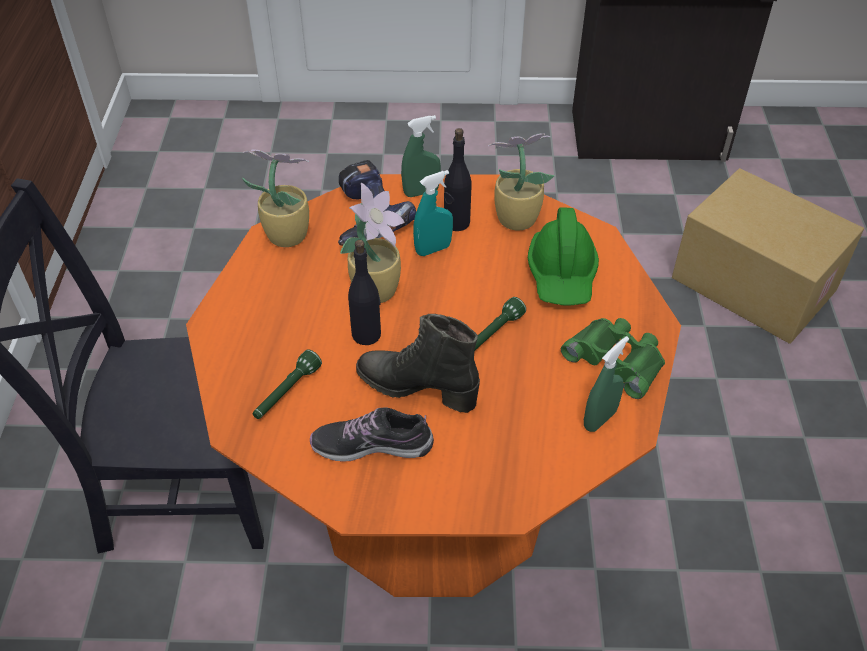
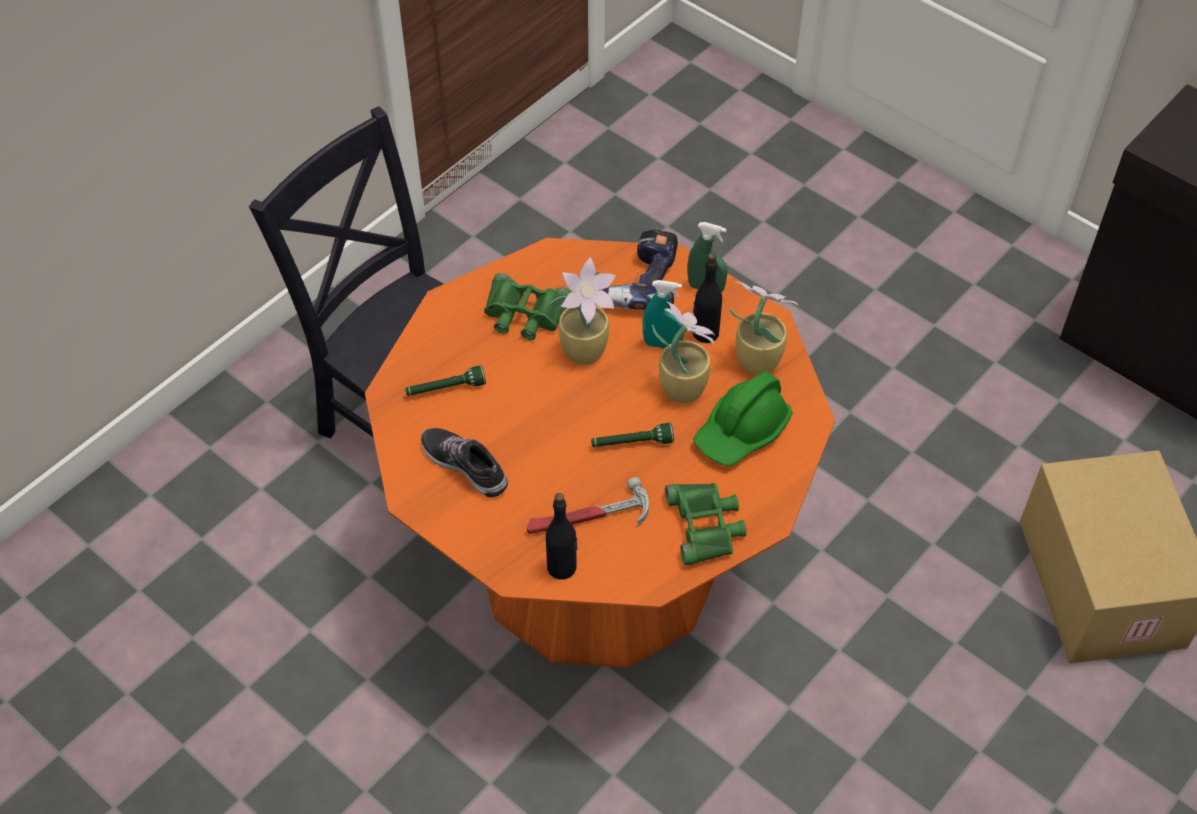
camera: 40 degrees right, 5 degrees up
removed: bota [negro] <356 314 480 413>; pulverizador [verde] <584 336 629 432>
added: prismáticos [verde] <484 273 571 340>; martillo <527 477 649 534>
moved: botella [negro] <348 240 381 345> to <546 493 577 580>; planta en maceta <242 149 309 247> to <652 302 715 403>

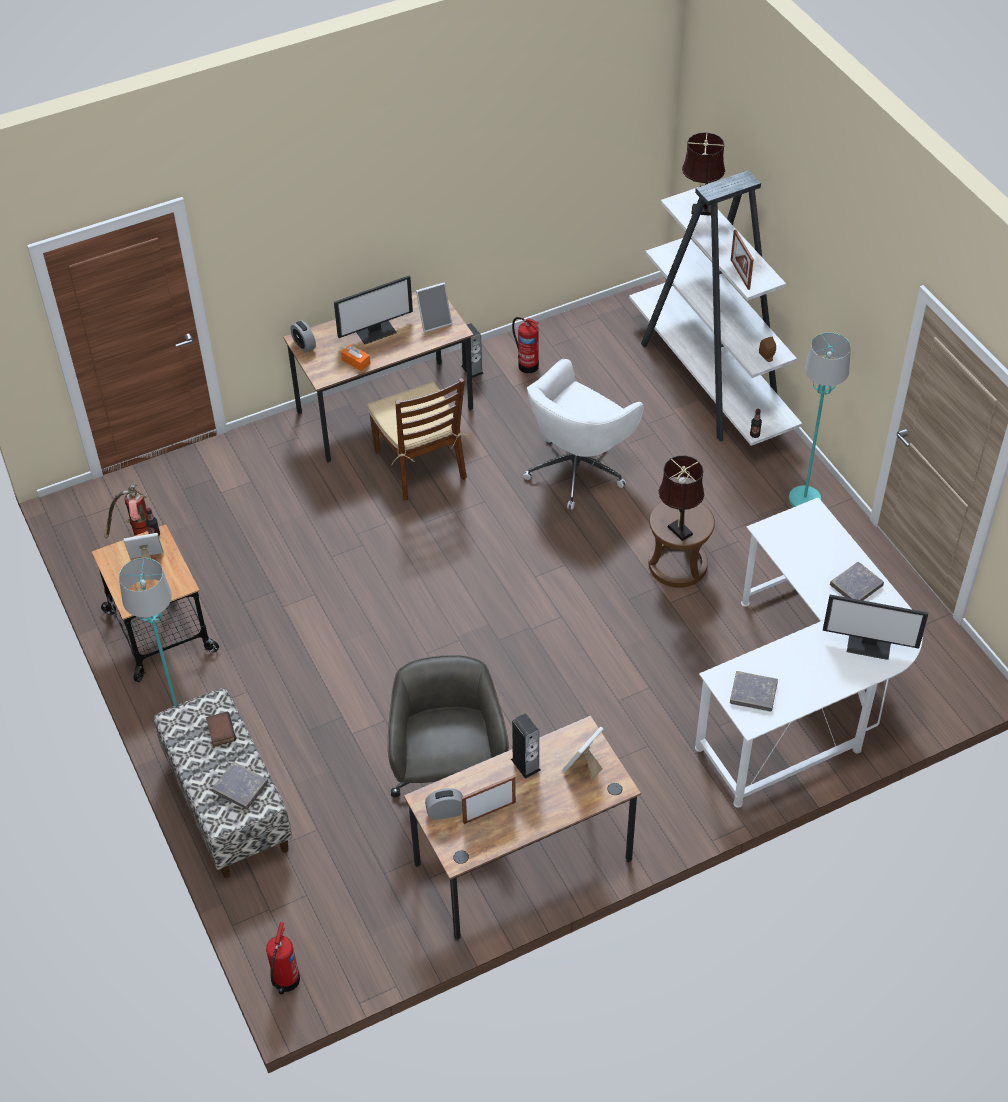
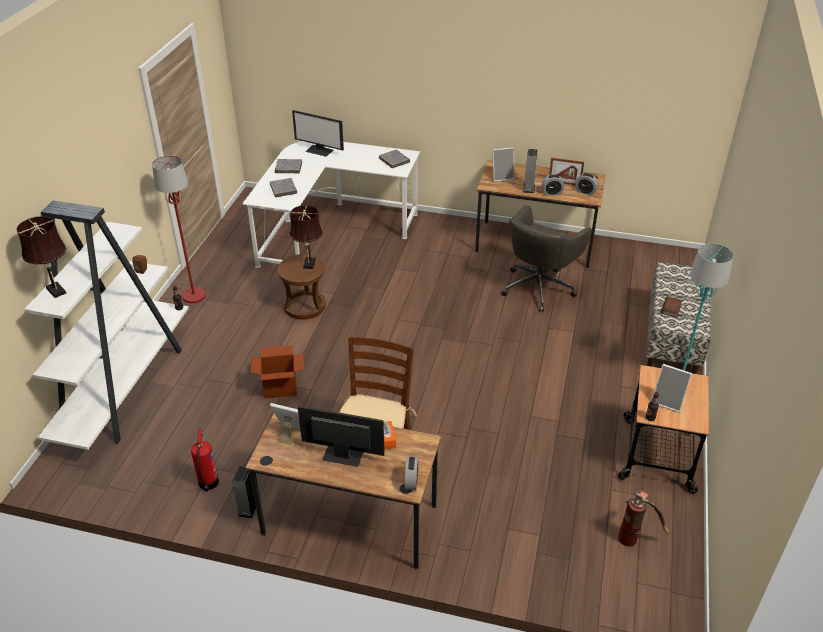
camera: 140 degrees left, 10 degrees down
removed: extintor <266 922 300 995>; portarretratos <731 229 754 290>
added: despertador <542 174 565 195>
moved: libro [gris] <212 762 268 809> to <270 178 297 197>
replaced: silla de oficina [blanco] <523 359 644 510> to caja de cartón <251 345 304 399>
recoloured: lámpara de pie [turquesa] <789 332 851 507> to lámpara de pie [rojo] <152 155 206 303>
turned: monitor <823 595 928 660> = <292 110 344 157> 150 degrees clockwise

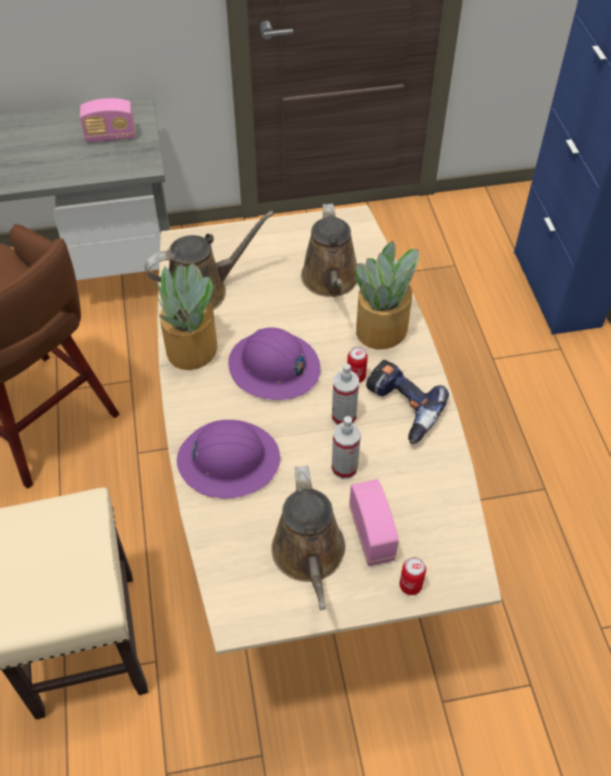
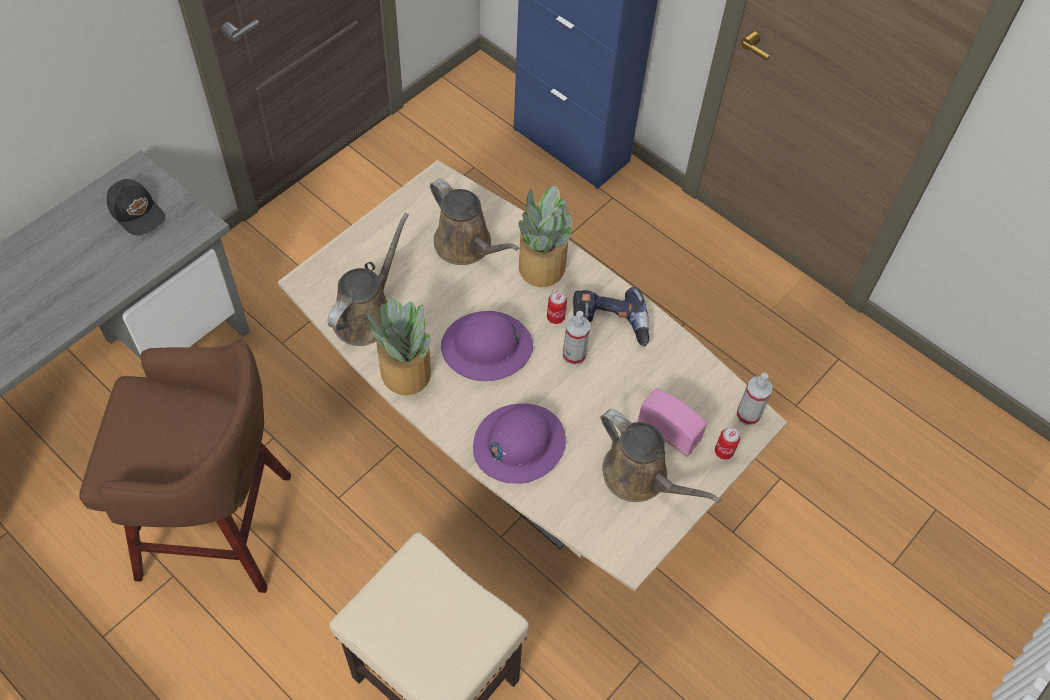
camera: 40 degrees left, 5 degrees up
moved: pulverizador <332 416 361 479> to <736 373 773 425>
replaced: radio <80 98 135 142> to gorra [negro] <107 179 165 236>

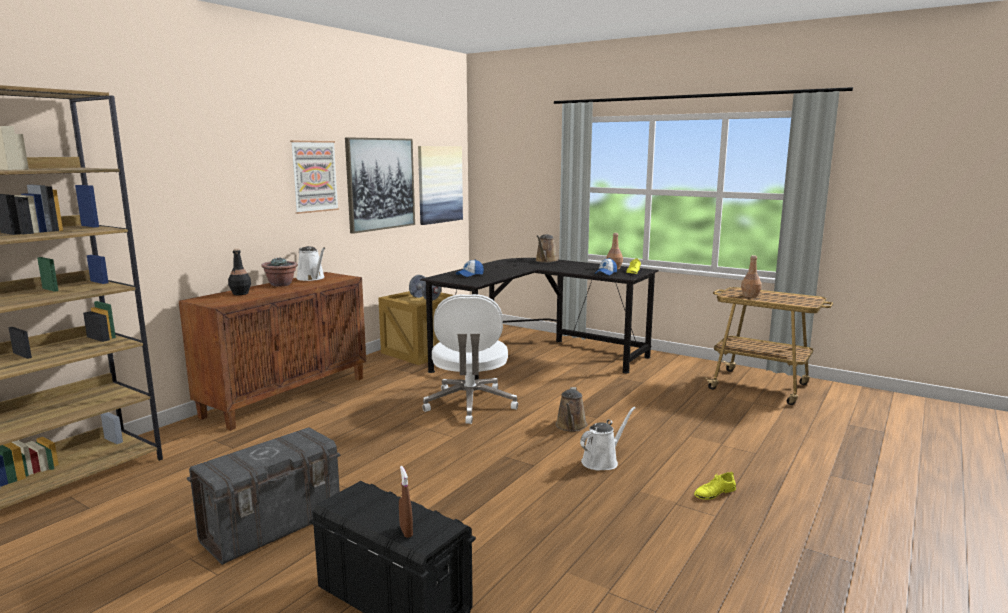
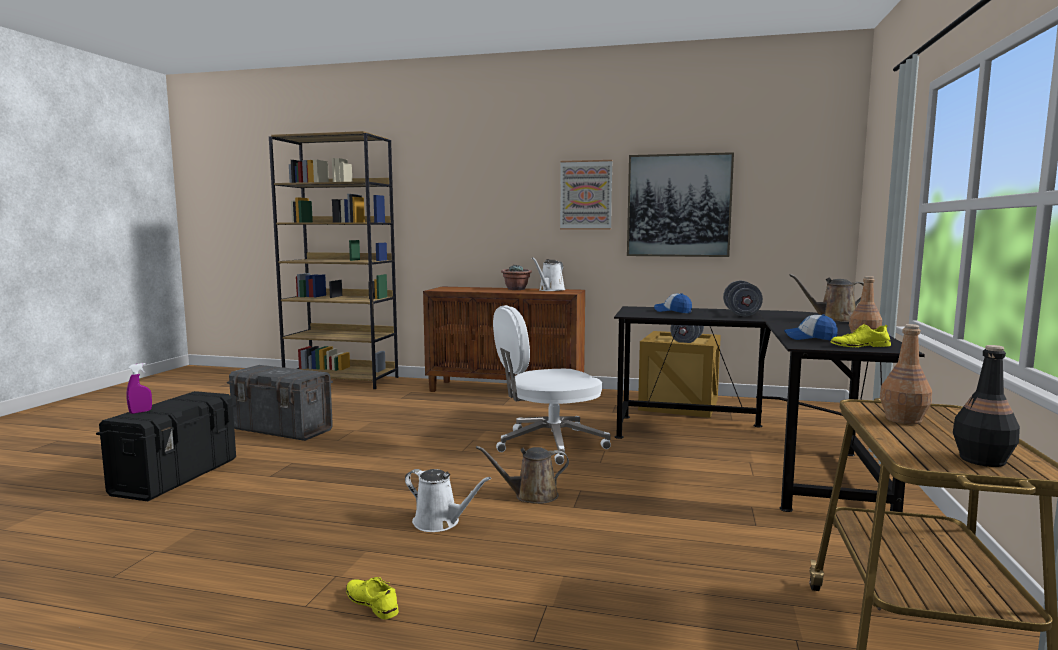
camera: 70 degrees right, 5 degrees down
removed: cuadro <418 146 463 225>
added: mancuerna [gris] <723 281 763 316>
moved: botella [negro] <228 249 251 295> to <953 345 1020 467>
recoloured: pulverizador [marrón] <399 466 413 538> to pulverizador [morado] <127 363 152 414>

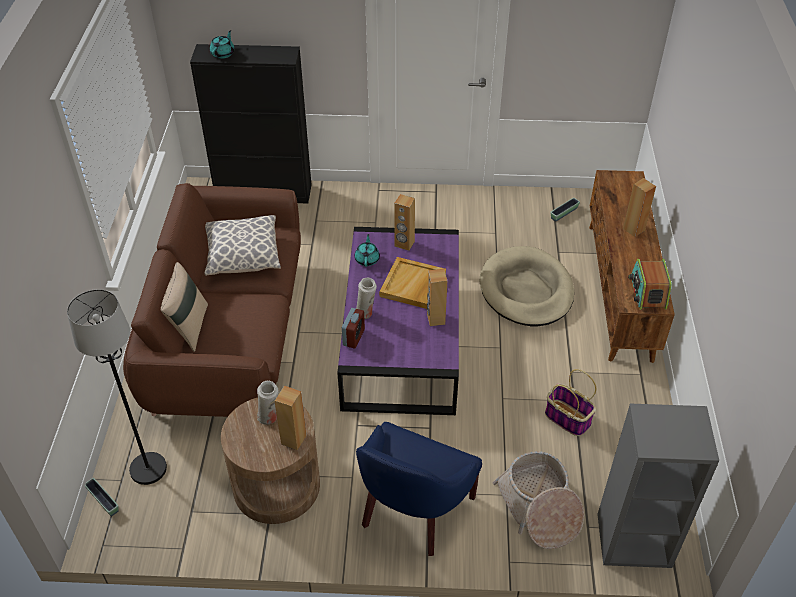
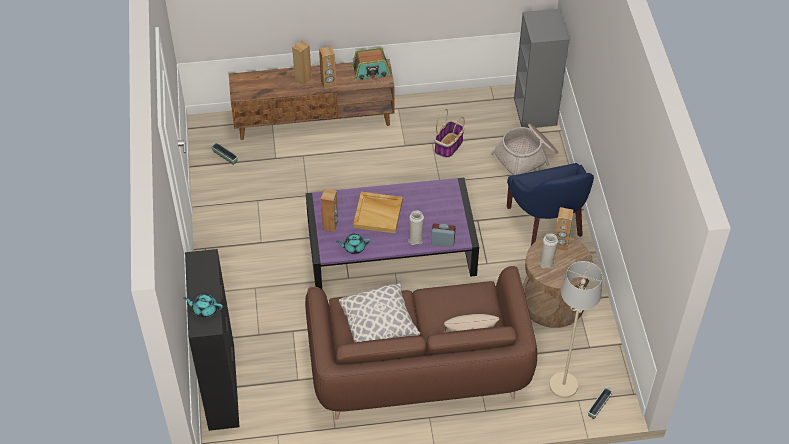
camera: 100 degrees left, 5 degrees up
removed: cama para perro [beis] <480 246 574 326>
moved: altavoz [marrón] <427 269 447 326> to <319 46 336 89>
recoloured: lámpara de pie [negro] <67 289 167 485> to lámpara de pie [beis] <549 261 603 398>
turned: sillón [azul] <356 422 482 556> = <507 163 594 245> 60 degrees clockwise

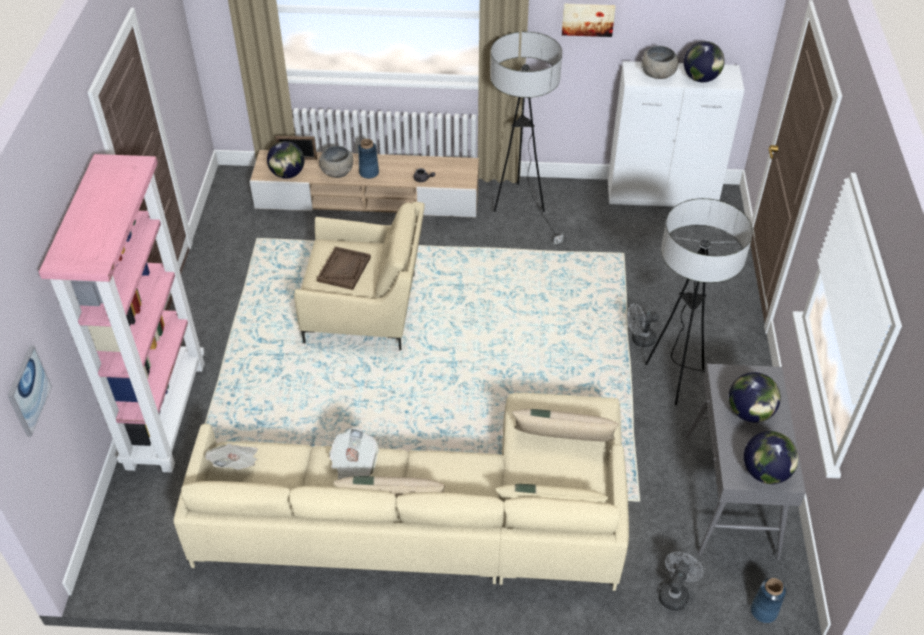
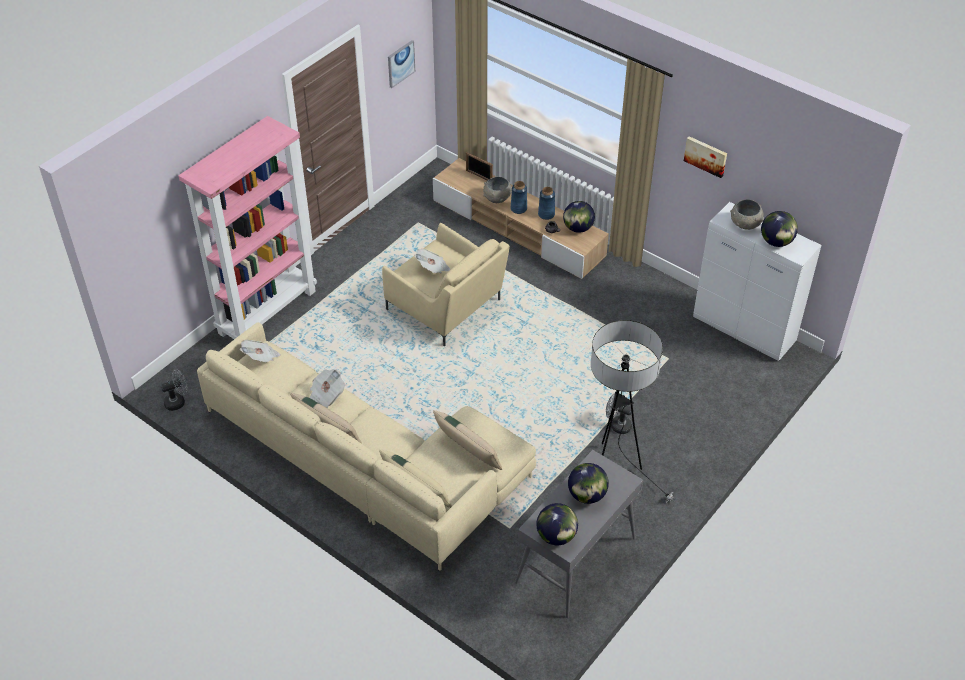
camera: 35 degrees right, 0 degrees up
removed: lámpara de pie <490 31 564 244>
moved: ventilador [gris] <659 552 704 611> to <160 369 188 411>; cuadro <7 345 52 437> to <388 40 415 88>; florero [azul] <751 578 786 623> to <538 187 555 220>; globo terráqueo <267 141 304 179> to <563 201 595 233>
replaced: bandeja [marrón] <317 246 371 290> to periódico <414 249 451 273>

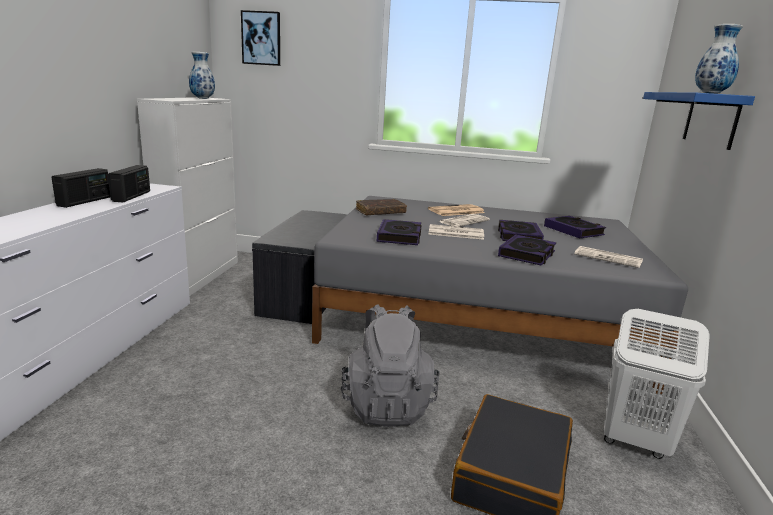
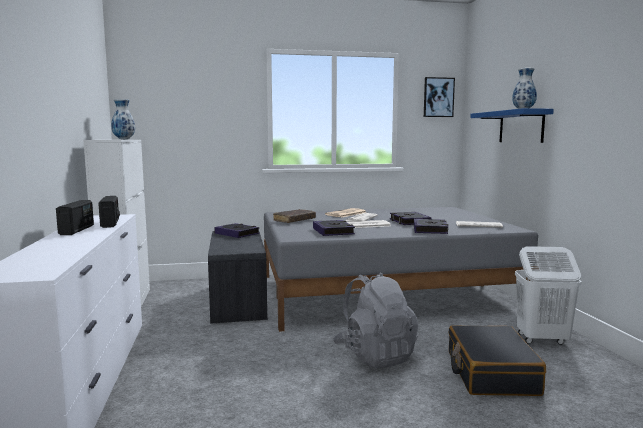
camera: 20 degrees left, 10 degrees down
moved: libro <544 216 606 238> to <214 223 260 238>; cuadro <241 10 280 66> to <424 77 455 117>

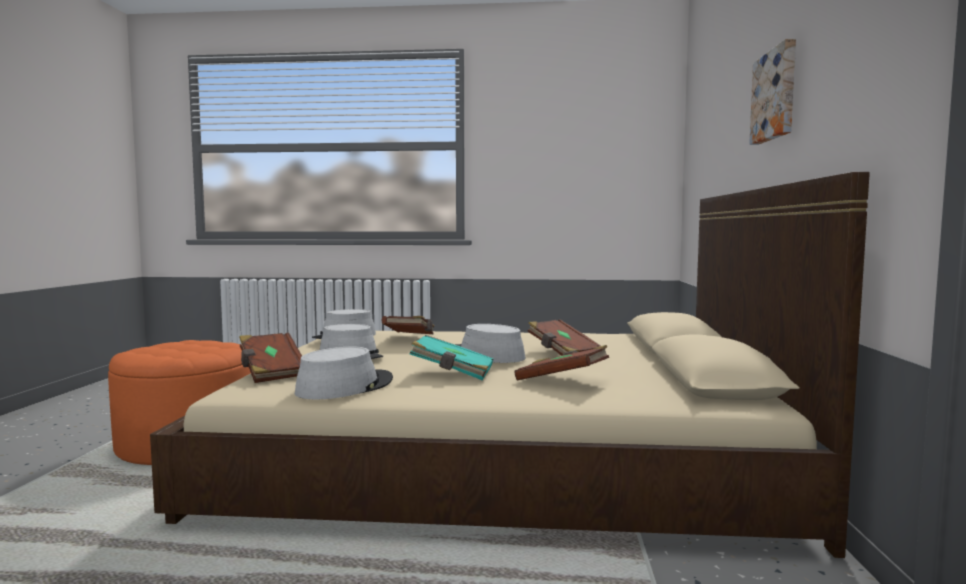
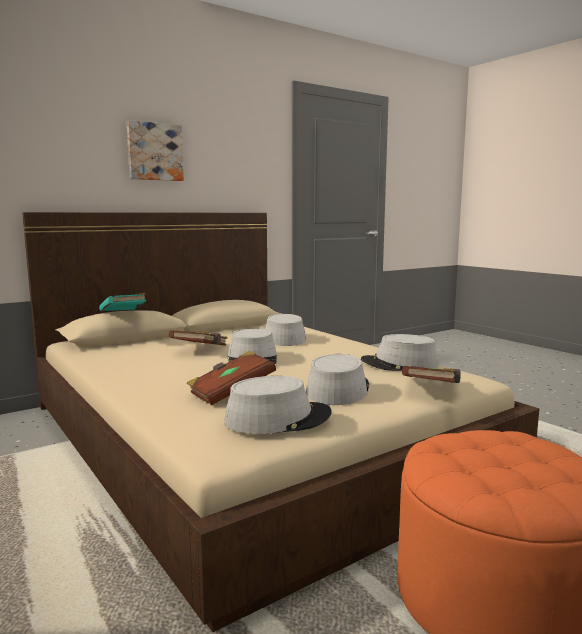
camera: 130 degrees left, 5 degrees up
moved: libro [turquesa] <410 335 494 380> to <99 293 146 311>
replaced: libro [marrón] <515 345 609 380> to sombrero [gris] <265 314 306 346>

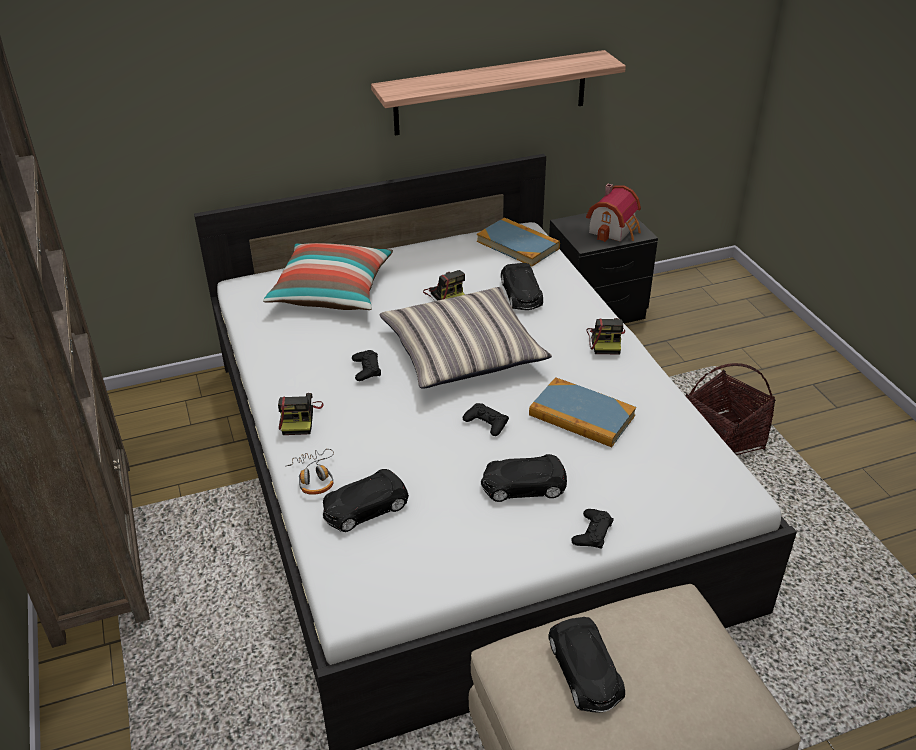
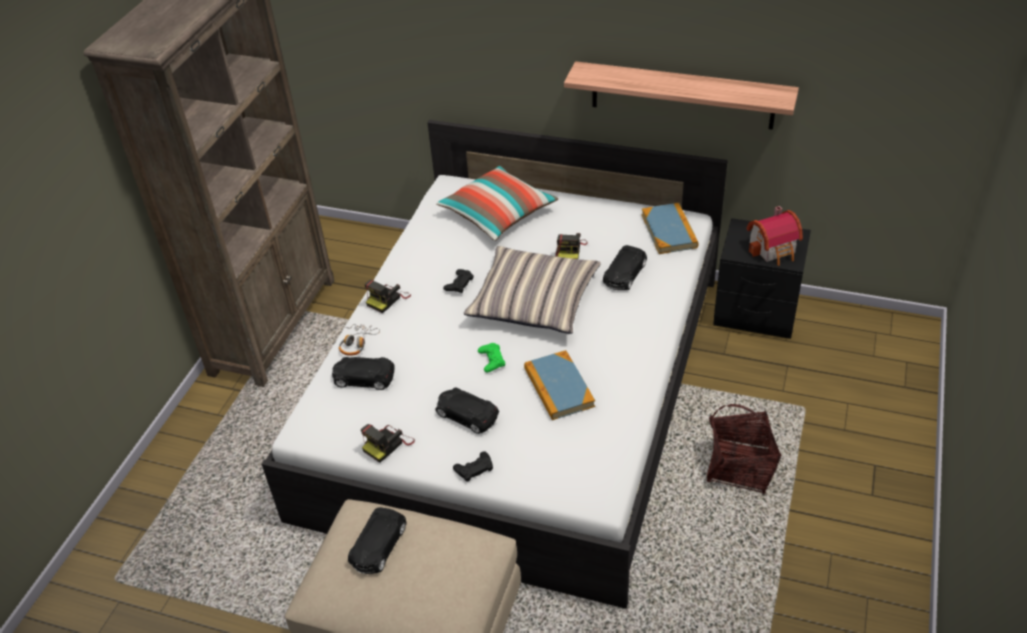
camera: 40 degrees right, 5 degrees up
moved: cámara <587 318 625 355> to <361 424 415 463>
recoloured: mando de consola [negro] <463 403 509 436> to mando de consola [verde] <478 343 505 372>

